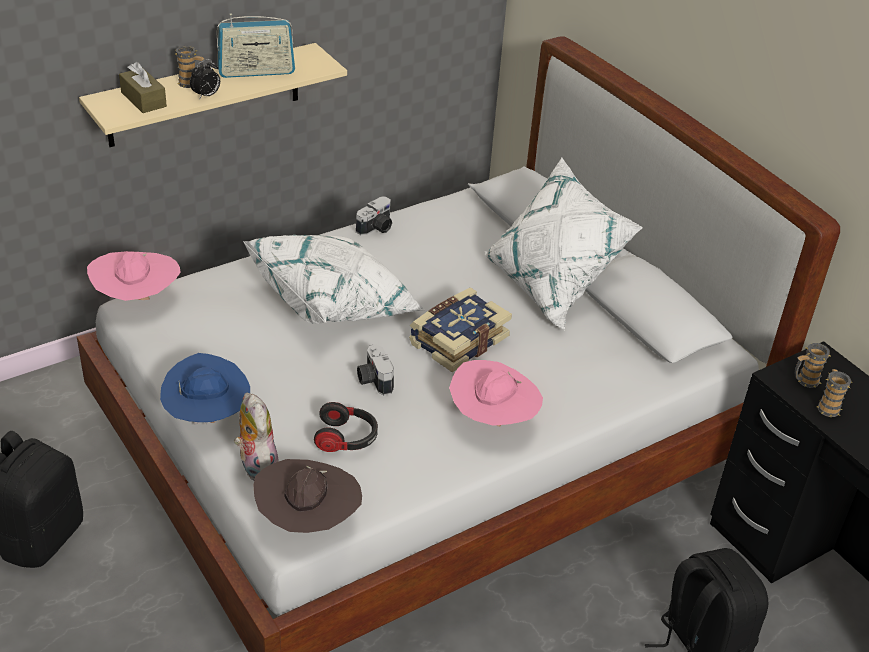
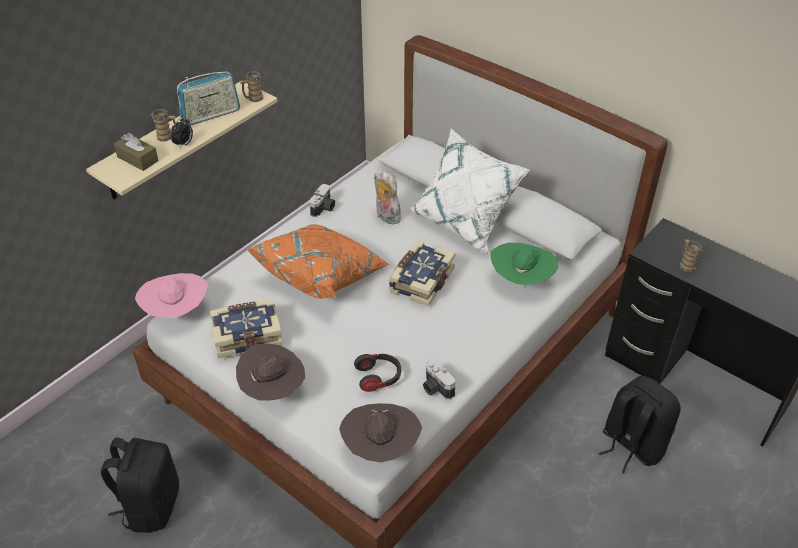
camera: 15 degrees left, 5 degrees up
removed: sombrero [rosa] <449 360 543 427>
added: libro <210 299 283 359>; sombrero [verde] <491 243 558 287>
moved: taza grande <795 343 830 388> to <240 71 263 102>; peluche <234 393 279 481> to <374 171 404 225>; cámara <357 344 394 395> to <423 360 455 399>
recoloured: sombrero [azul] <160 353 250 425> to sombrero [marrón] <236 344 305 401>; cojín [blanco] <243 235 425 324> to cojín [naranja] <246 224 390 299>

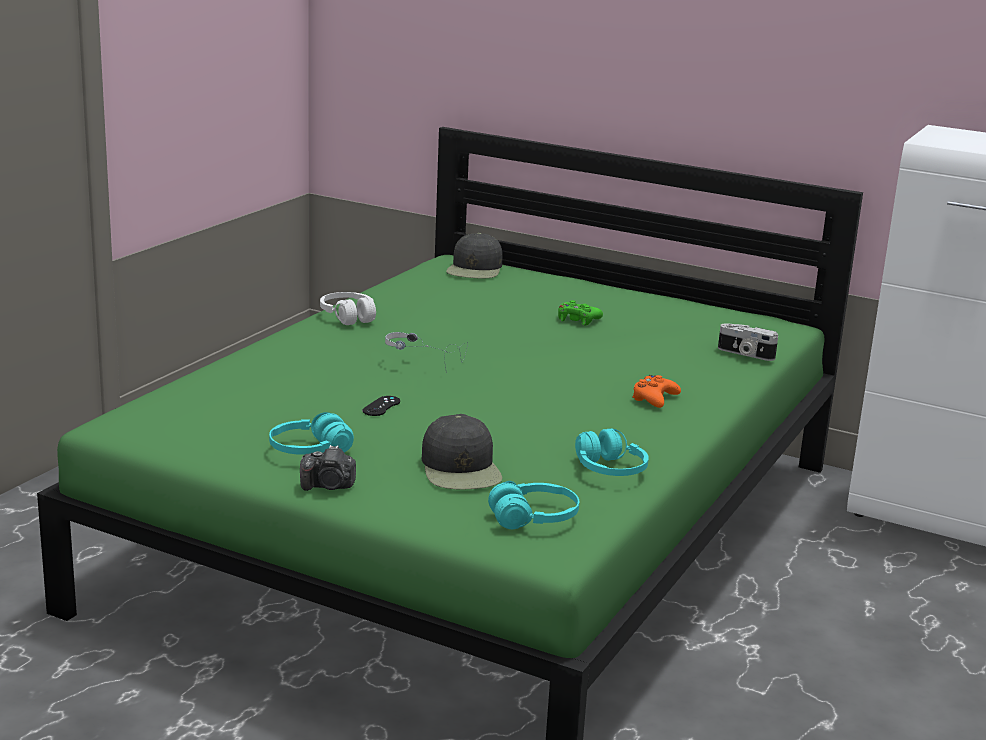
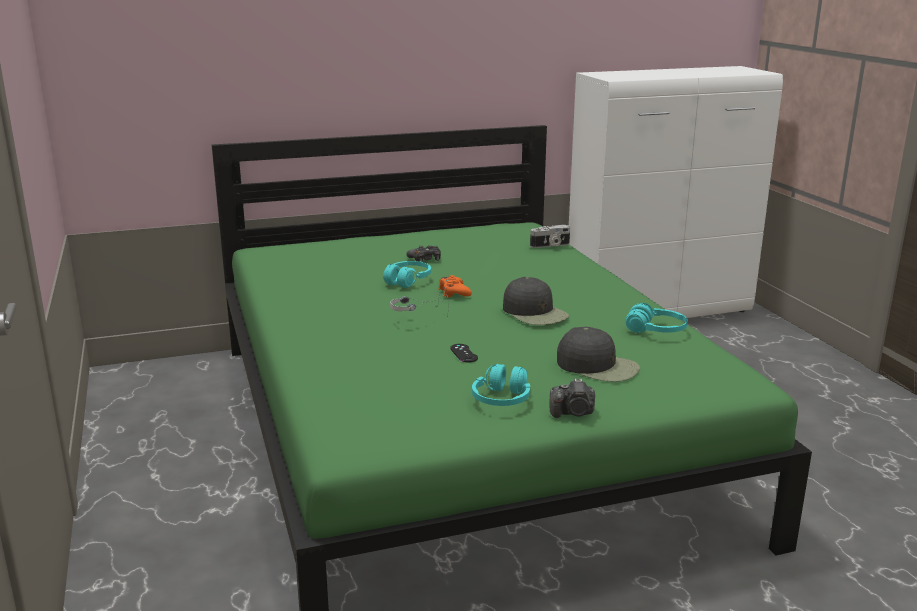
camera: 45 degrees left, 0 degrees up
removed: auriculares [blanco] <320 292 376 325>
moved: auriculares [turquesa] <488 481 579 529> to <383 261 431 288>; mando de consola [naranja] <632 375 681 408> to <438 275 472 297>; gorra [negro] <446 233 503 278> to <503 277 569 325>
recoloured: mando de consola [verde] <558 300 603 326> to mando de consola [negro] <406 245 441 262>
turned: cámara <300 445 356 491> = <550 379 595 418> 45 degrees clockwise

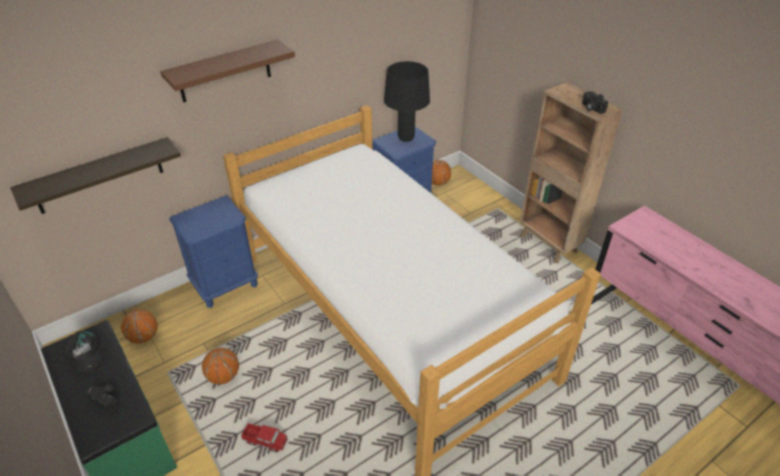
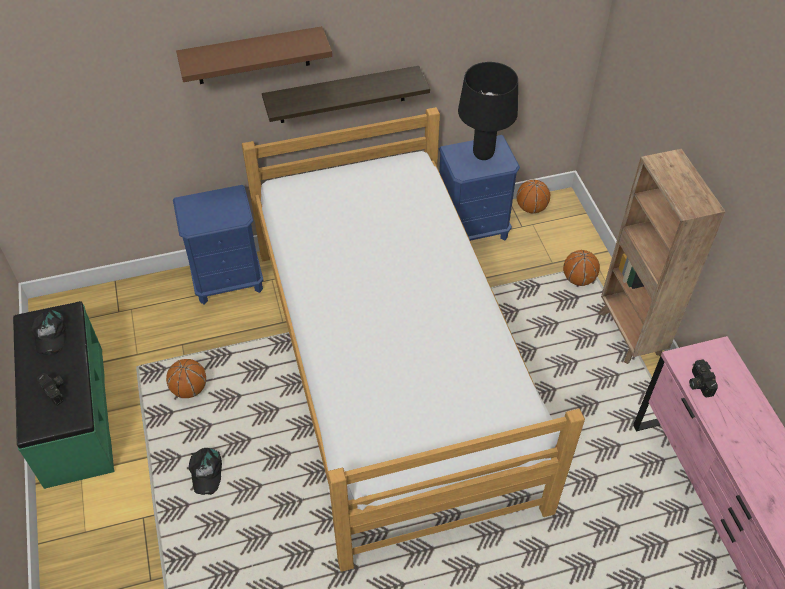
camera: 20 degrees right, 10 degrees up
moved: estante <10 137 181 214> to <262 66 430 123>; balón de baloncesto <121 310 158 344> to <563 250 600 286>; cámara <582 91 608 114> to <689 360 718 398>
replaced: camión de juguete <241 423 288 453> to gorra [negro] <189 448 222 495>

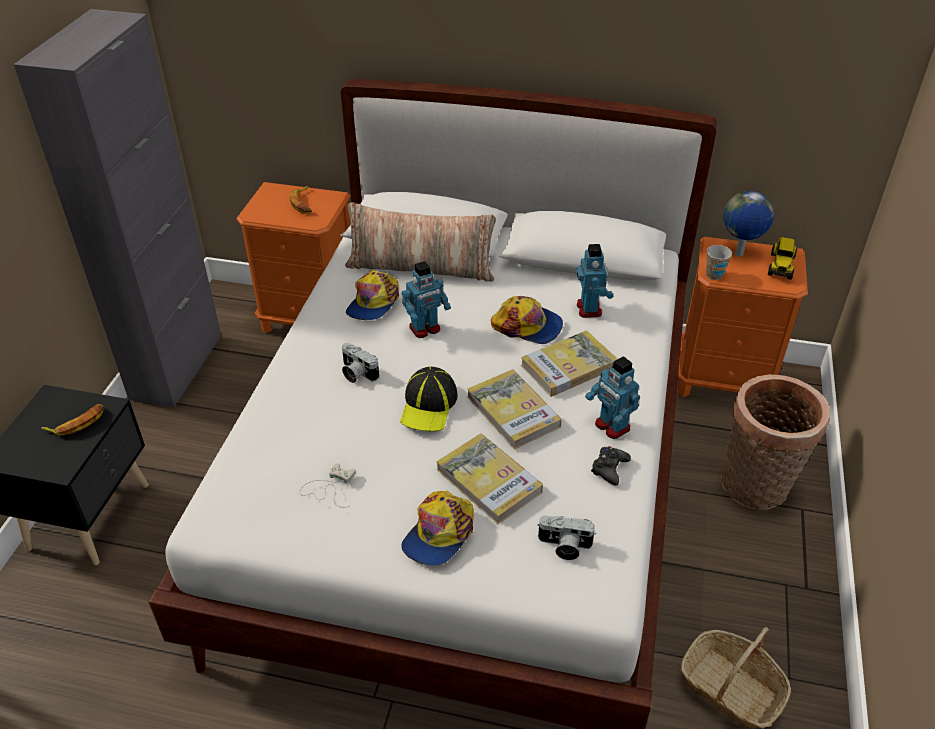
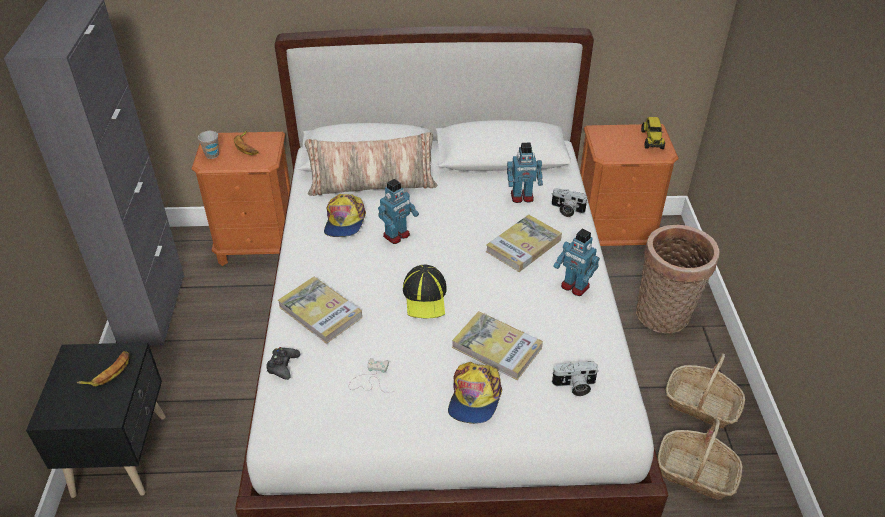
camera: 15 degrees left, 0 degrees up
removed: gorra <491 296 563 344>; globo terráqueo <723 191 774 257>
added: cesta <666 353 745 428>
moved: taza <706 245 732 280> to <198 131 219 159>; mando de consola [negro] <591 446 631 486> to <266 347 300 380>; libro <467 369 562 450> to <278 277 362 344>; cámara <342 343 379 383> to <551 188 588 217>
turned: robot de juguete <576 244 613 318> = <507 143 543 203> 105 degrees clockwise

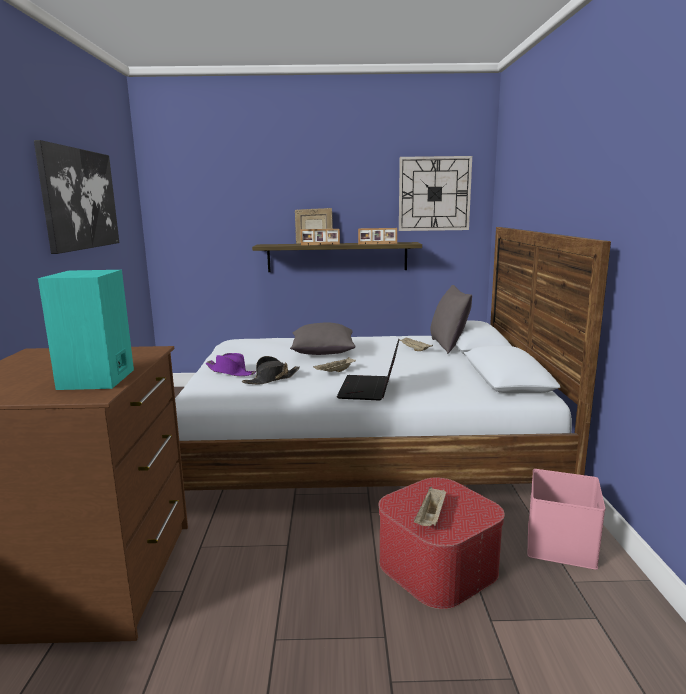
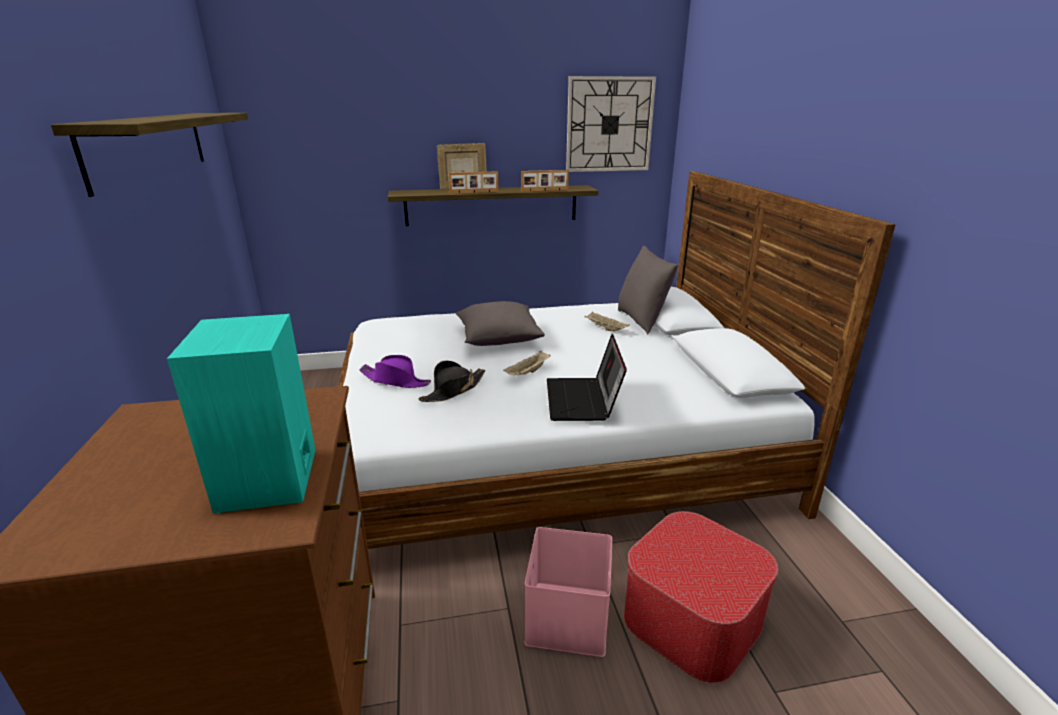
camera: 10 degrees left, 10 degrees up
removed: bandeja [beis] <414 487 446 526>
moved: caja de almacenaje [rosa] <528 469 605 570> to <524 527 613 657>
replaced: cuadro <34 140 119 254> to estante <51 113 248 197>

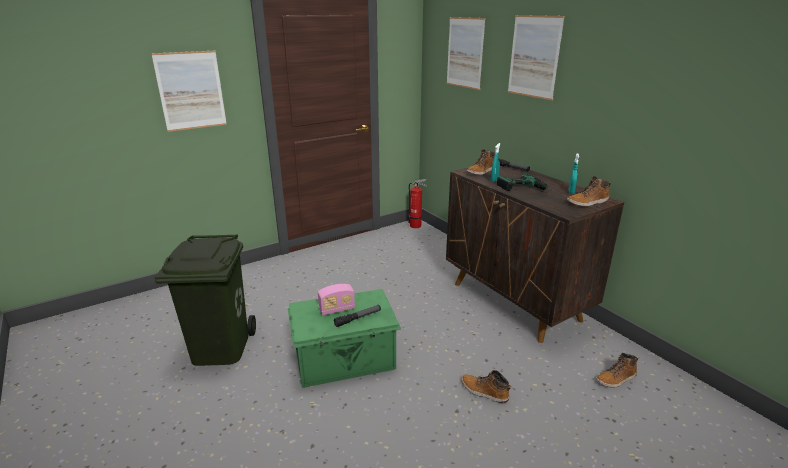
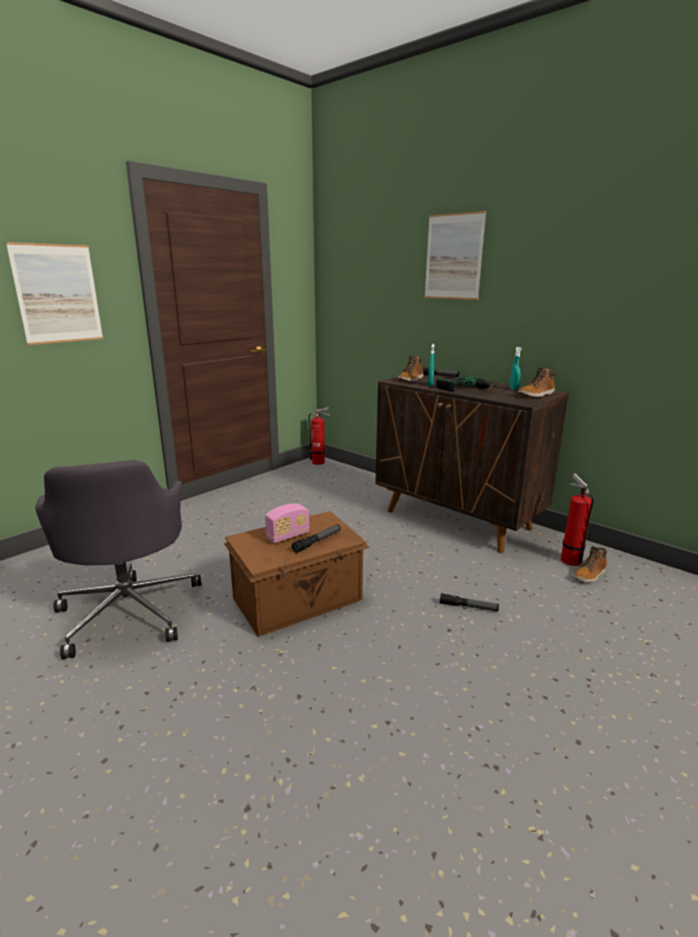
camera: 15 degrees left, 5 degrees down
removed: cuadro <447 17 486 90>
added: extintor <561 474 594 566>
replaced: papelera [verde] <155 234 256 366> to silla de oficina [gris] <35 460 201 660>; bota <462 370 511 403> to linterna <440 593 499 612>
recoloured: caja de almacenaje [verde] <288 289 401 388> to caja de almacenaje [marrón] <224 511 370 637>

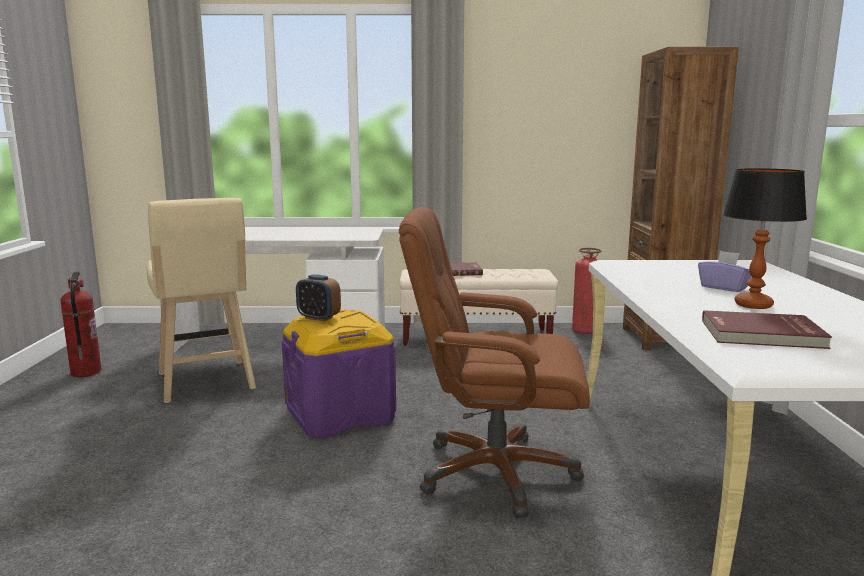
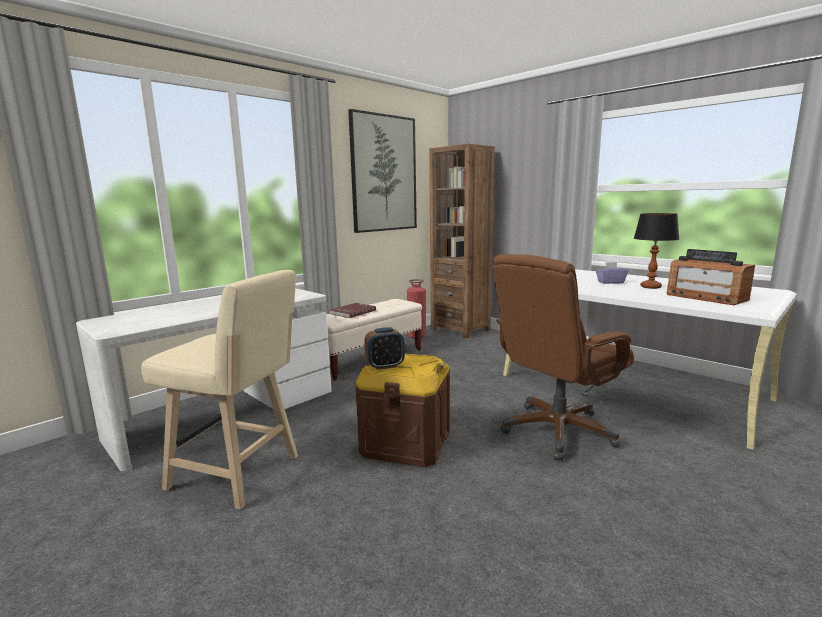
camera: 45 degrees left, 0 degrees up
removed: extintor <61 272 102 377>
added: cuadro <348 109 417 233>
replaced: libro [rojo] <702 310 832 349> to radio <666 249 755 305>
recoloured: caja de almacenaje [morado] <282 309 396 439> to caja de almacenaje [marrón] <355 353 450 467>

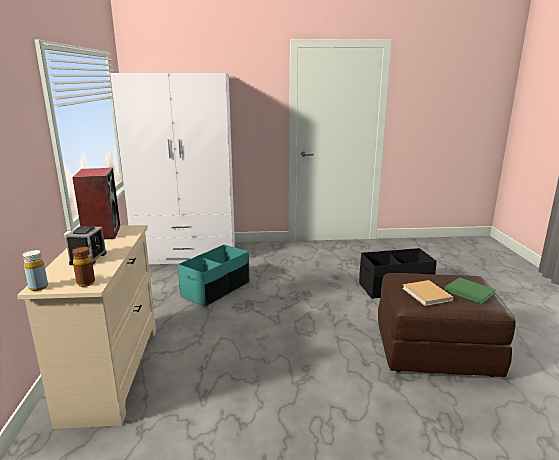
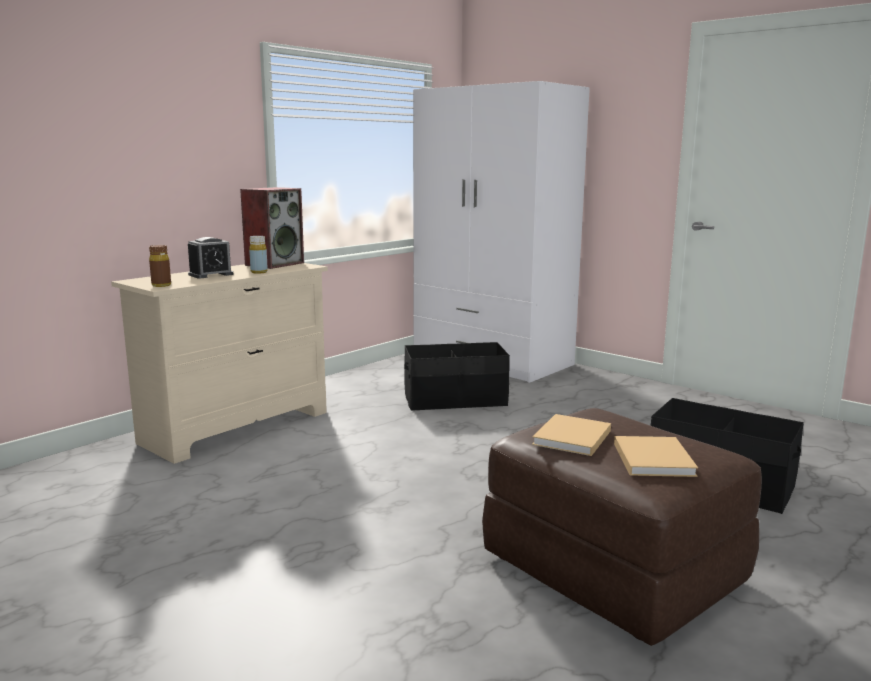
camera: 45 degrees right, 5 degrees down
moved: botella [amarillo] <23 250 48 291> to <249 236 268 274>
recoloured: caja de almacenaje [turquesa] <178 245 249 307> to caja de almacenaje [negro] <404 342 510 411>; libro [verde] <444 277 496 304> to libro [beis] <614 436 698 477>

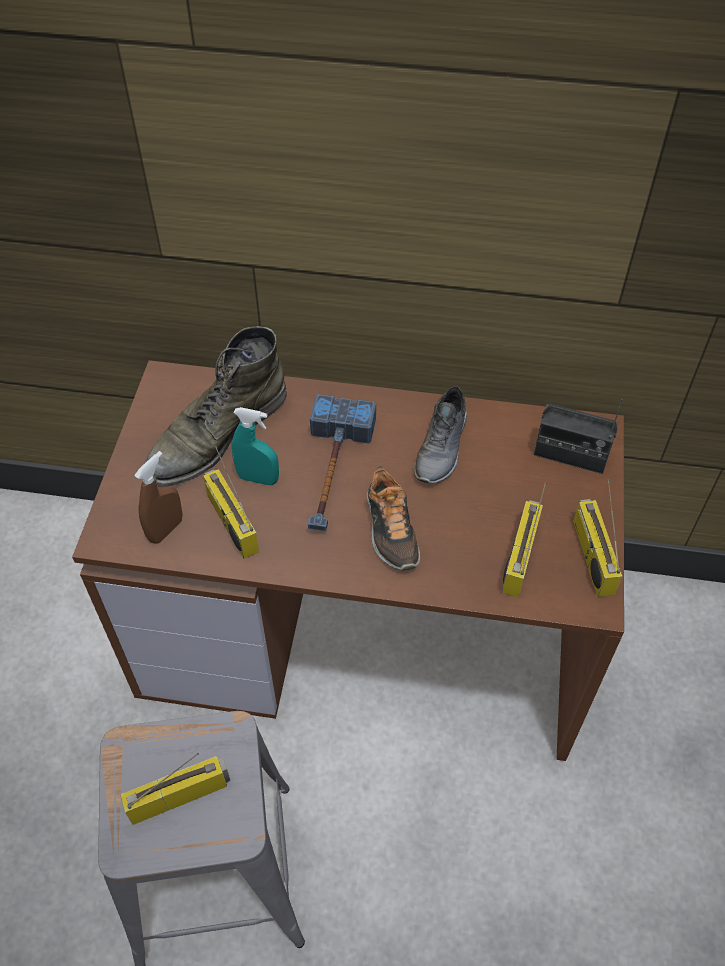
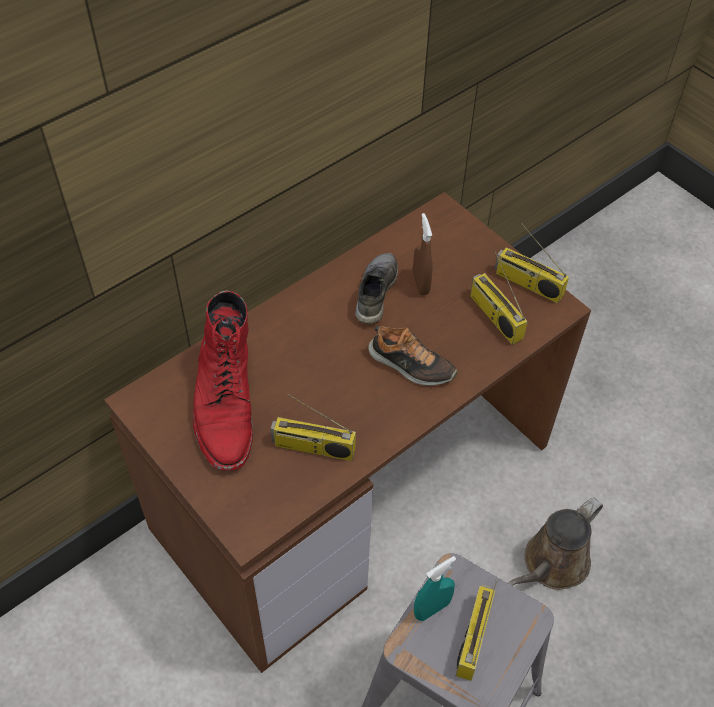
camera: 50 degrees left, 0 degrees up
removed: martillo <308 394 376 531>; radio <534 399 623 474>
added: regadera [marrón] <508 497 603 590>
moved: pulverizador [marrón] <134 451 183 544> to <413 213 433 295>; pulverizador [turquesa] <232 407 279 486> to <414 556 456 621>
recoloured: bota [verde] <144 326 287 487> to bota [rojo] <193 290 253 470>
turned: zapato [gris] <414 386 467 484> = <355 253 398 324> 135 degrees counterclockwise

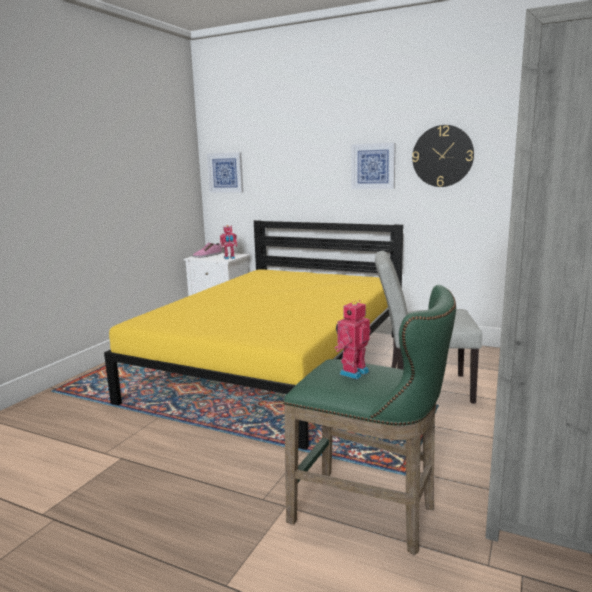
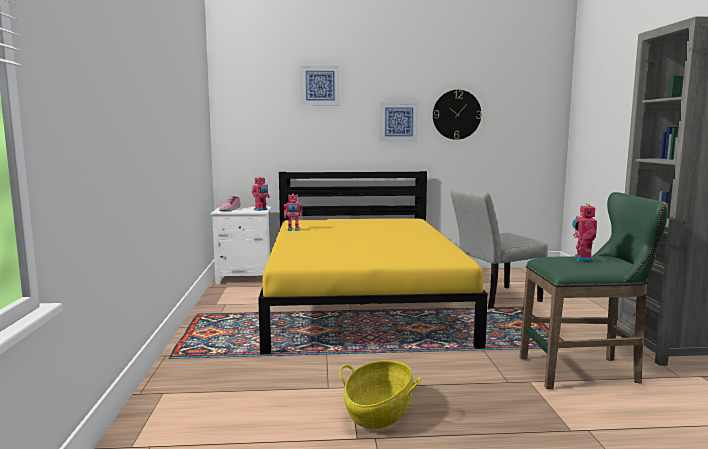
camera: 30 degrees left, 5 degrees down
added: robot de juguete <284 193 302 231>; cesta <339 360 421 429>
moved: cuadro <207 152 243 193> to <300 65 340 106>

